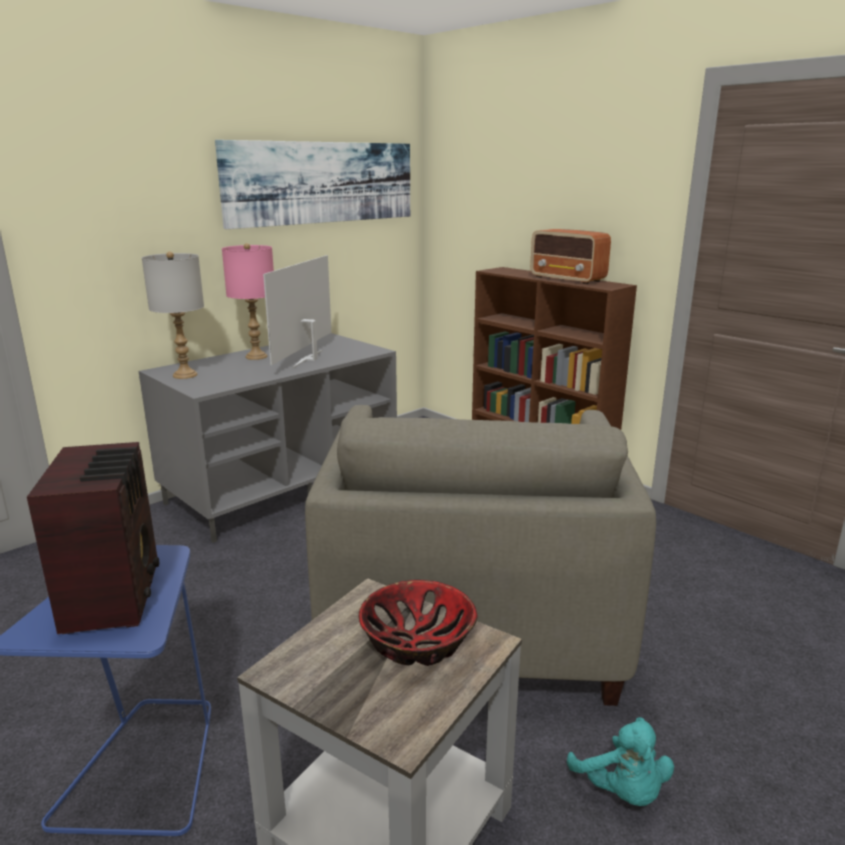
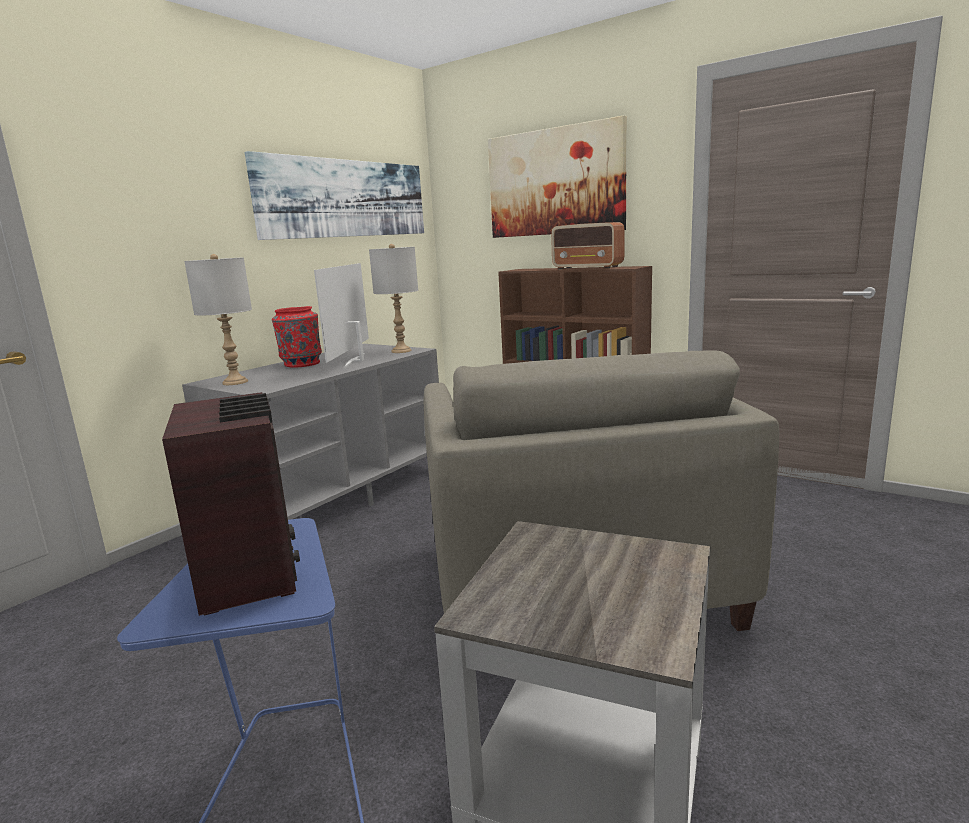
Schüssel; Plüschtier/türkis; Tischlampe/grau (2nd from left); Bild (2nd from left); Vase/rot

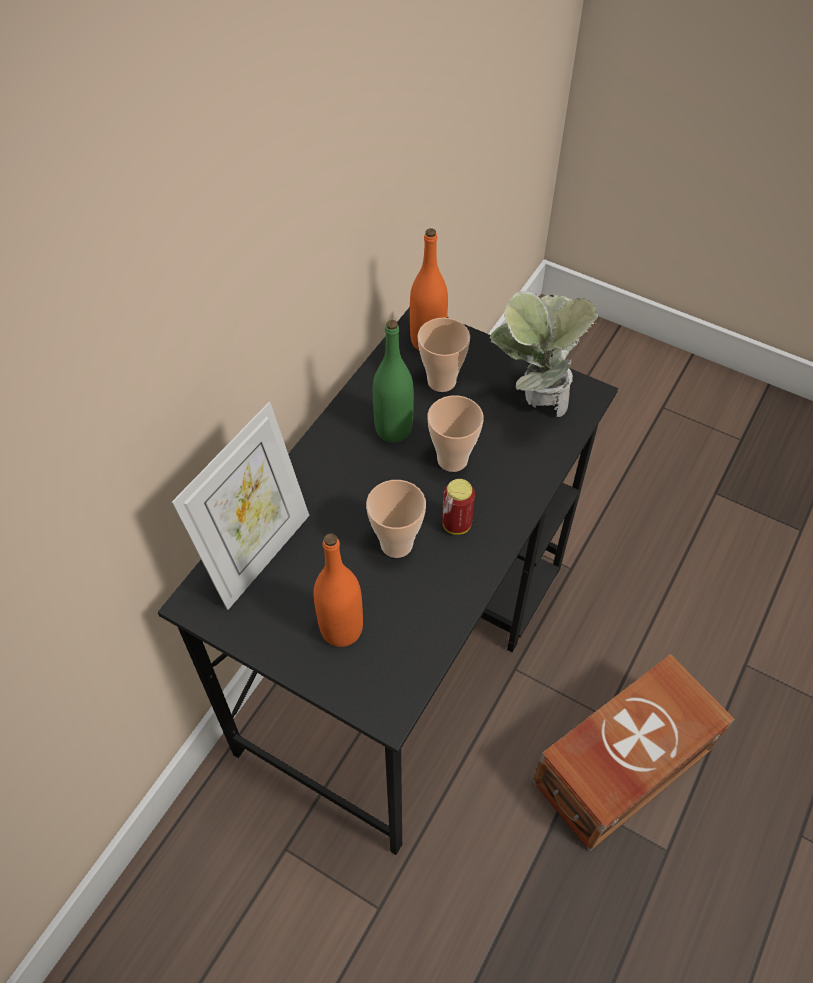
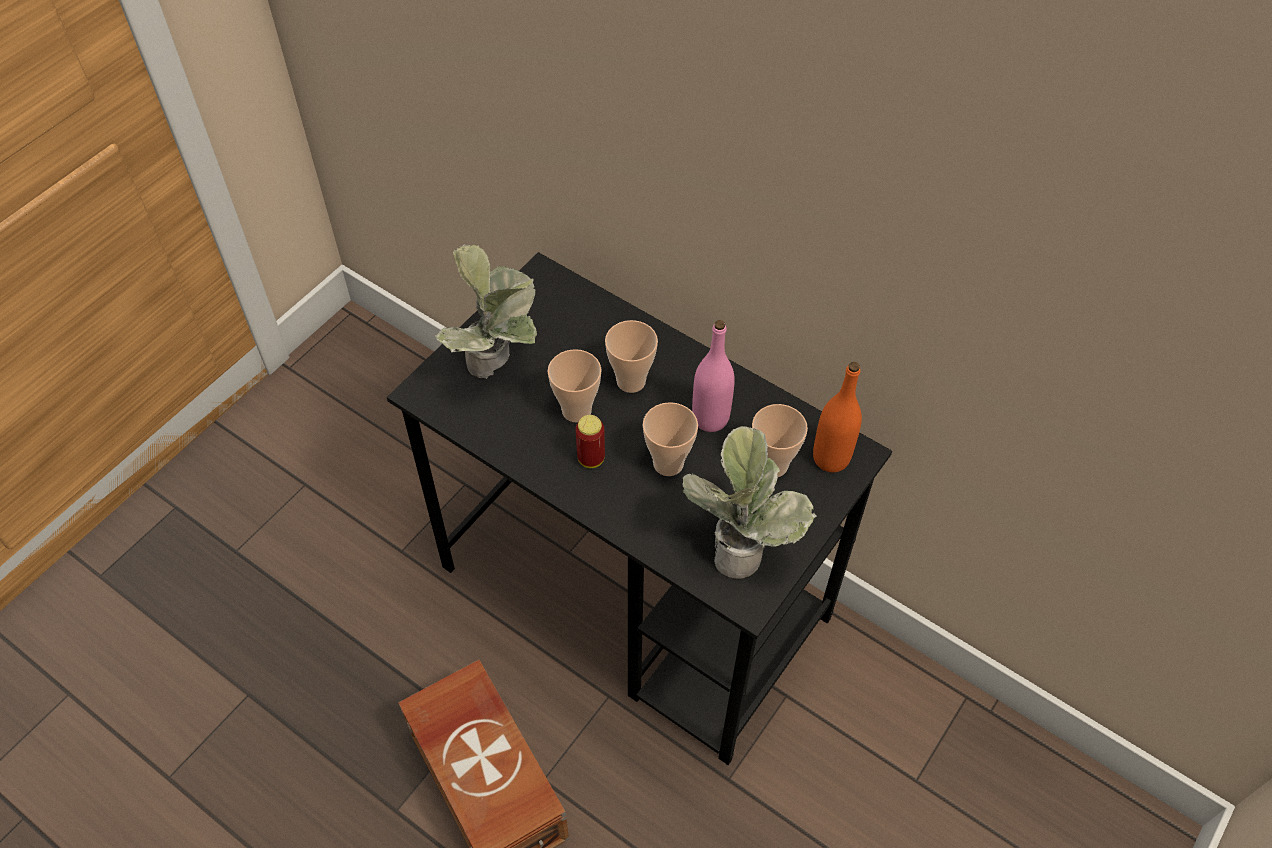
Bilderrahmen; Tasse (2nd from left); Topfpflanze (1st from left); Flasche/rosa

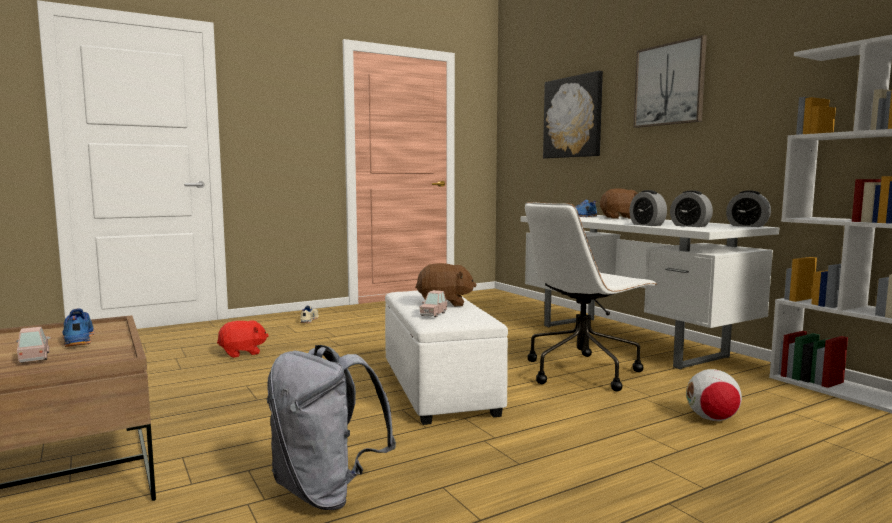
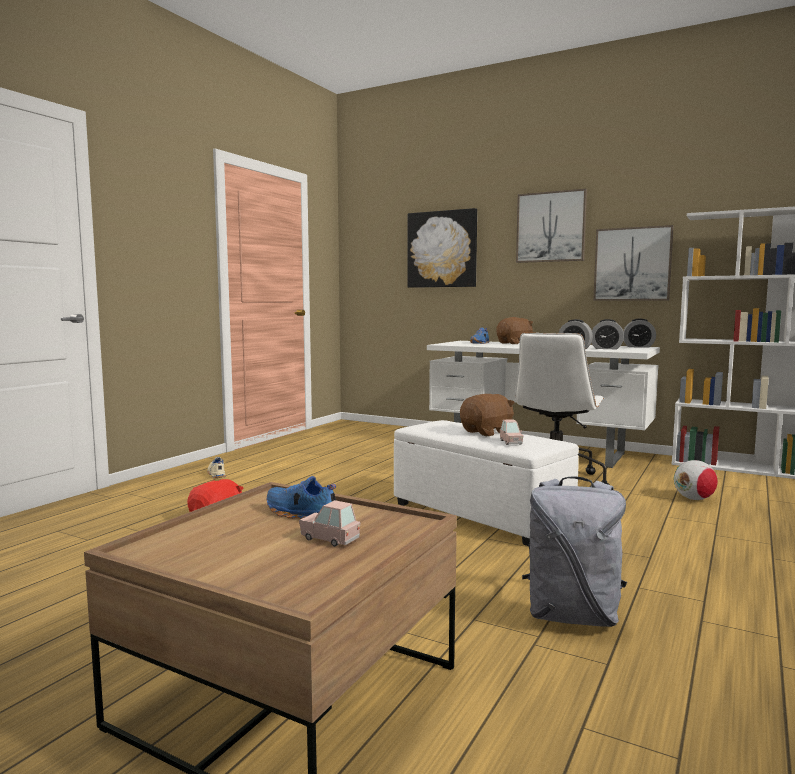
Bild (3rd from left)

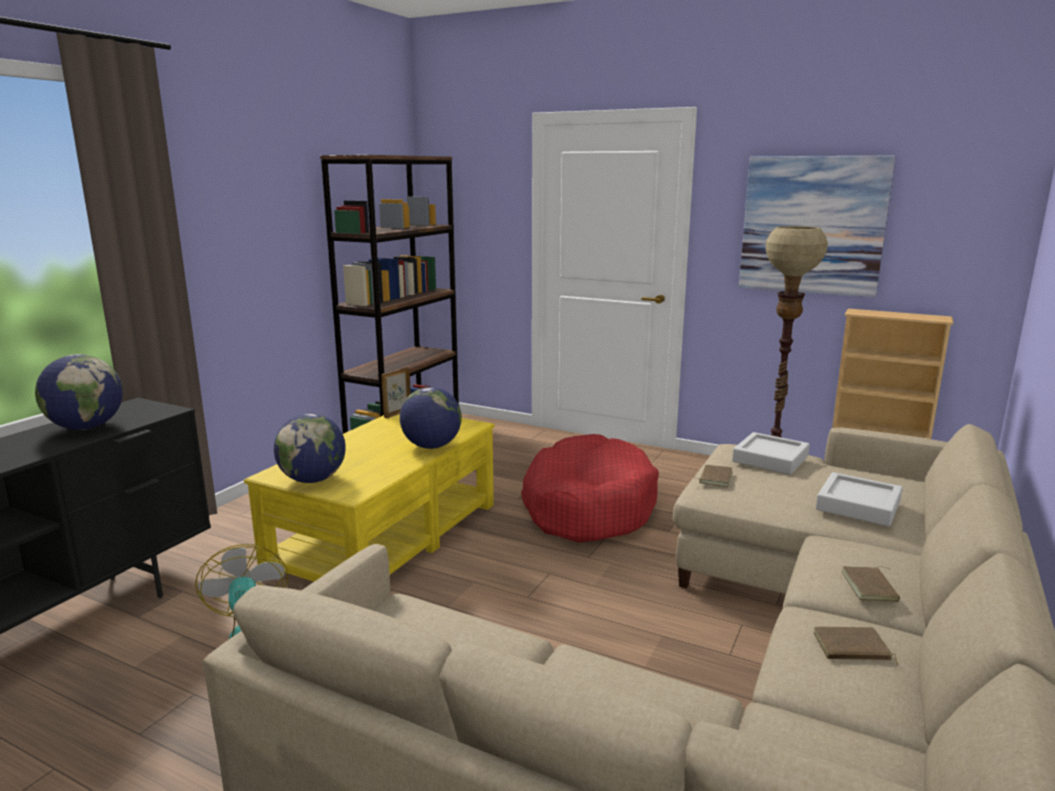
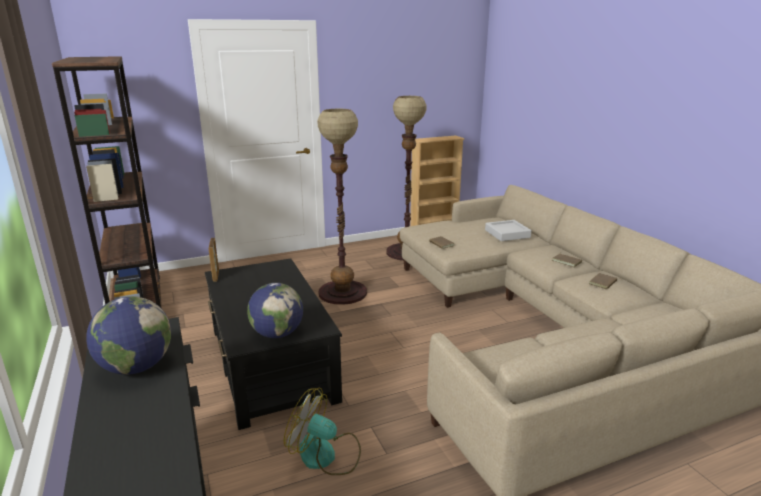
Globus (3rd from left in the first image); Tablett/grau (1st from left in the first image); Bild; Stehlampe (1st from left); Couchtisch/schwarz

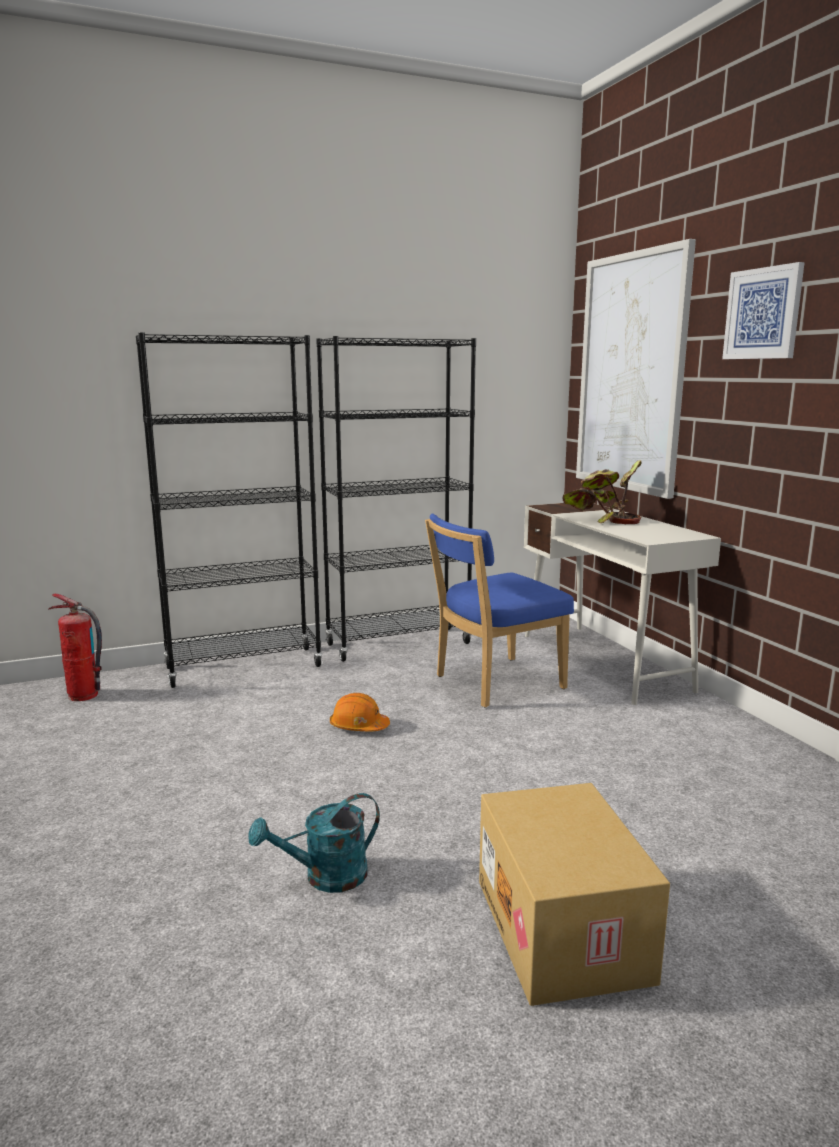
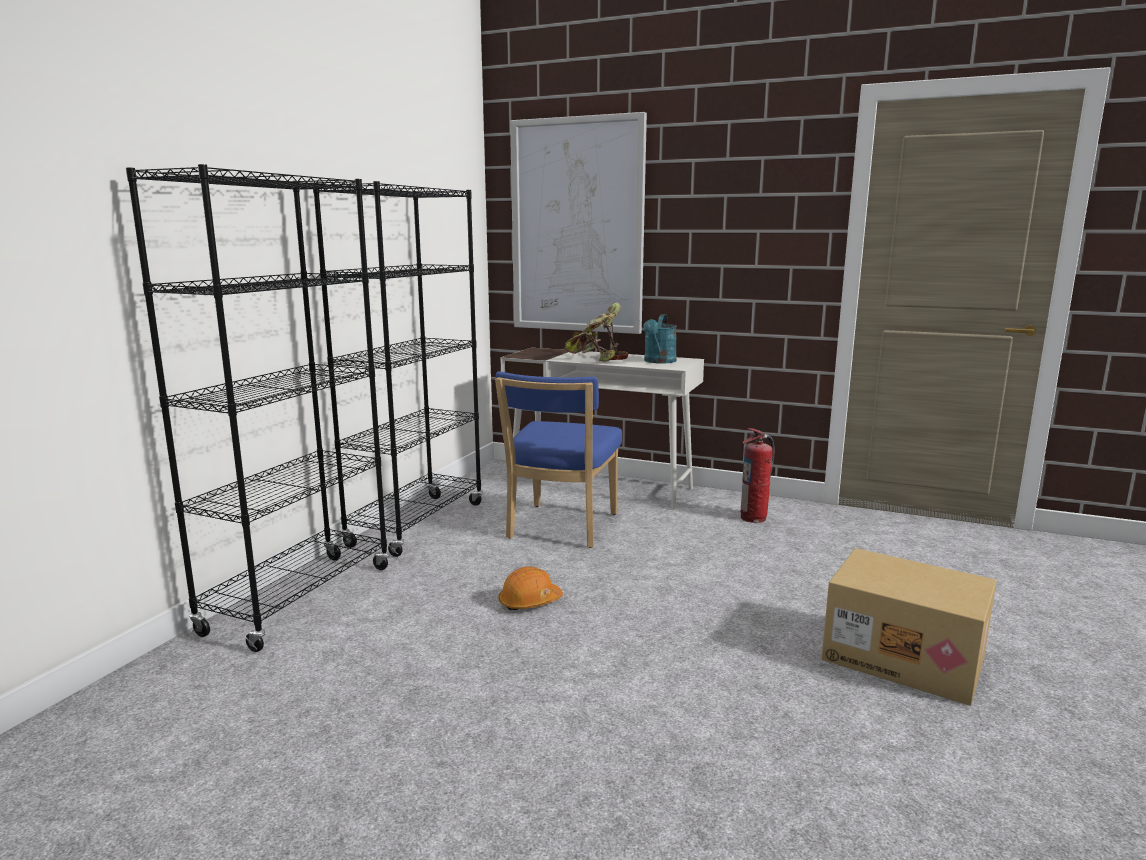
Bild (2nd from left in the first image); Feuerlöscher; Gießkanne/türkis

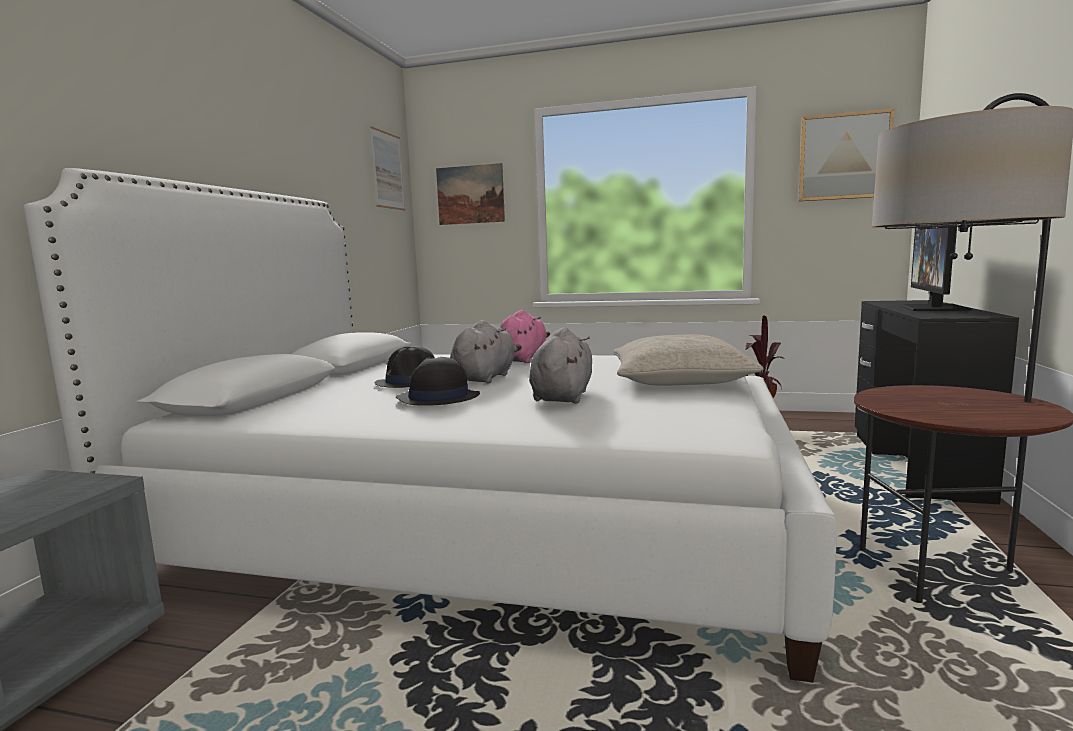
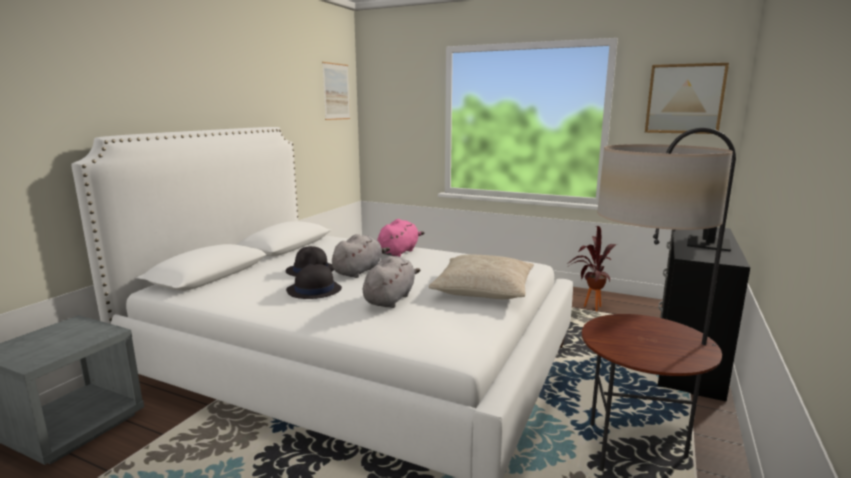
Bild (2nd from left in the first image)

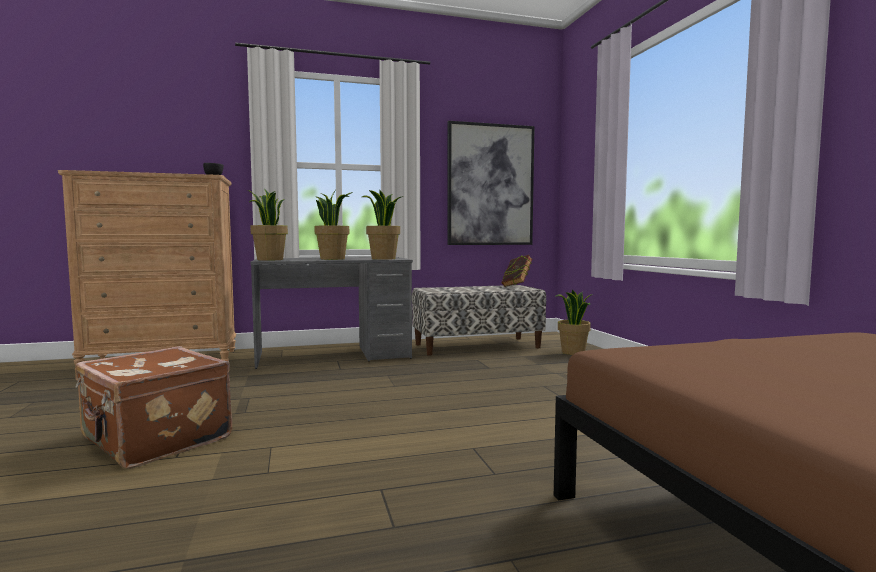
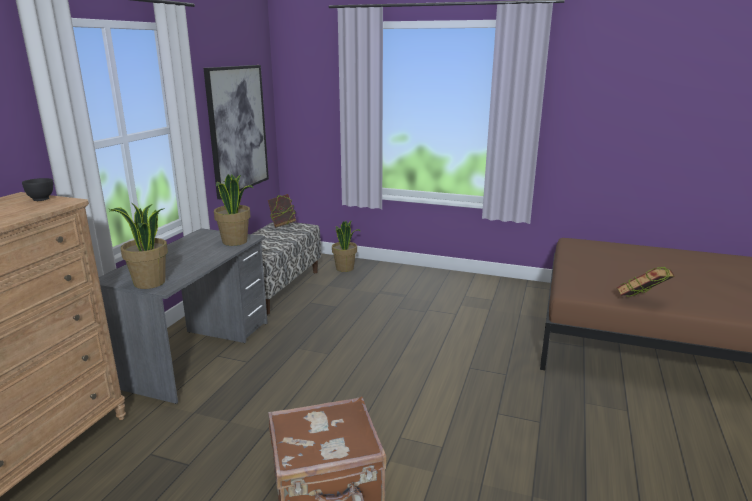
Topfpflanze (2nd from left in the first image); Buch (2nd from left)

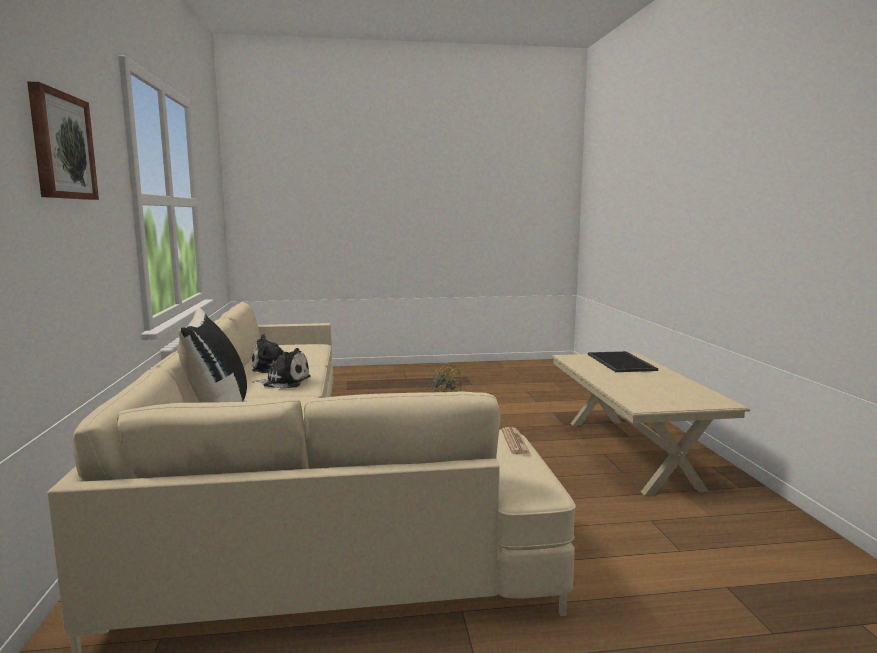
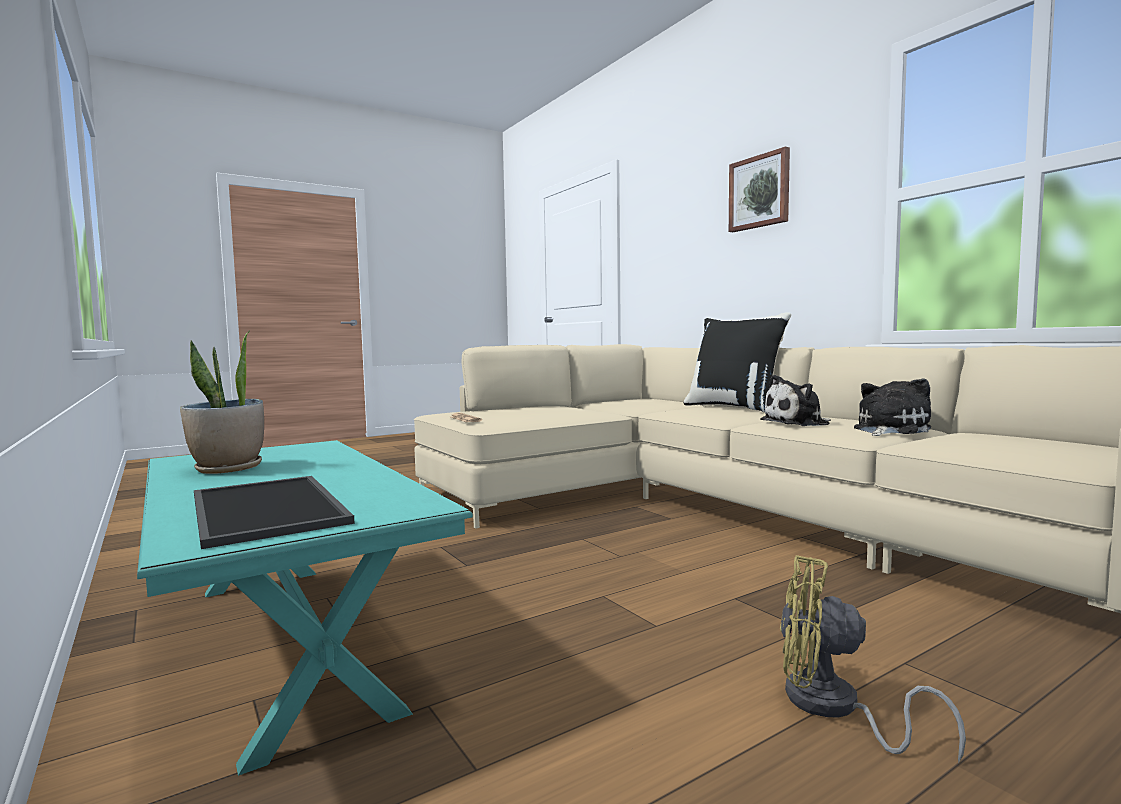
Topfpflanze; Couchtisch/türkis

